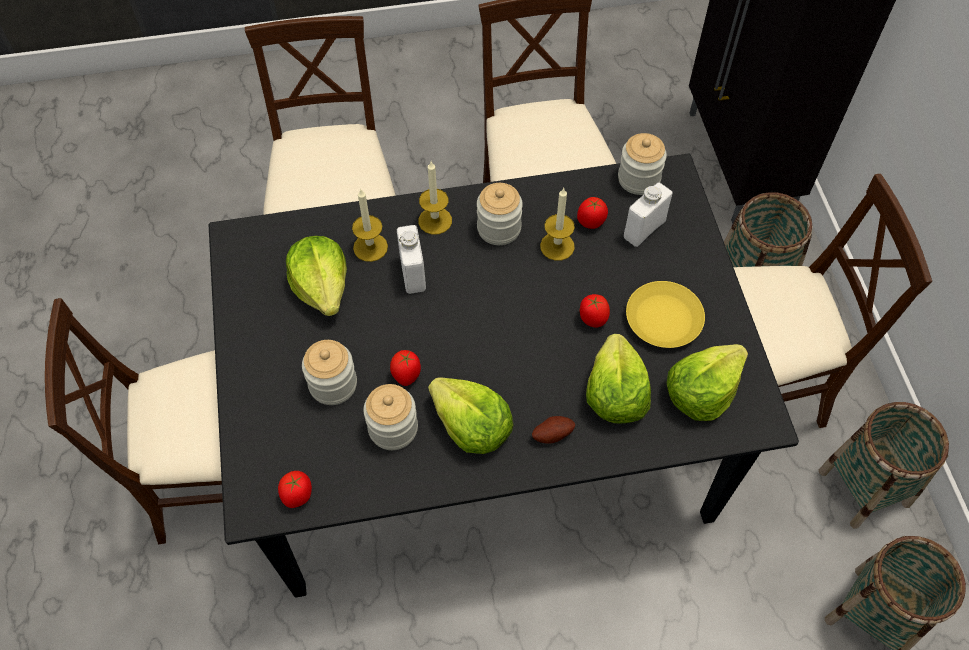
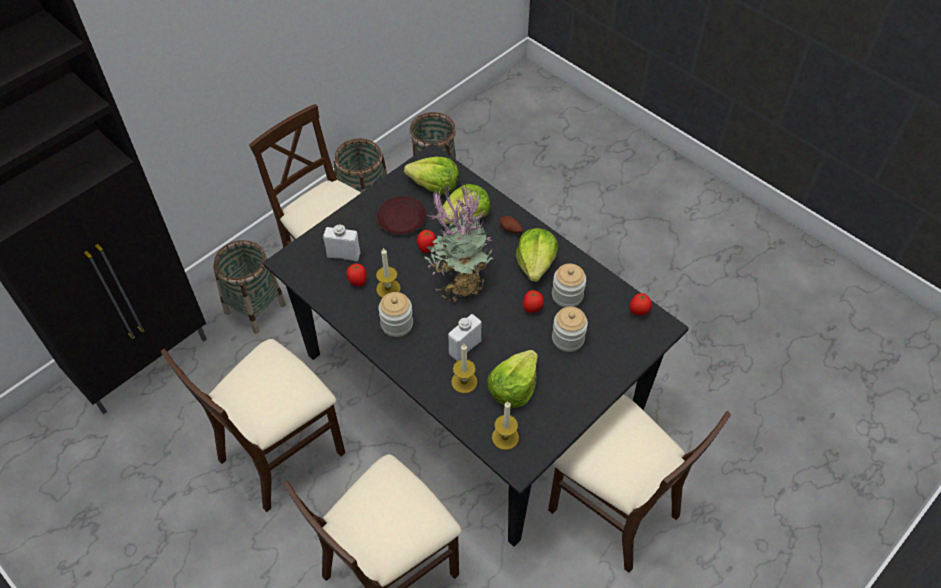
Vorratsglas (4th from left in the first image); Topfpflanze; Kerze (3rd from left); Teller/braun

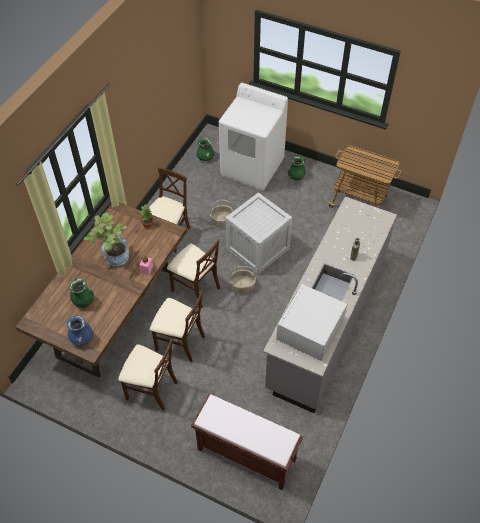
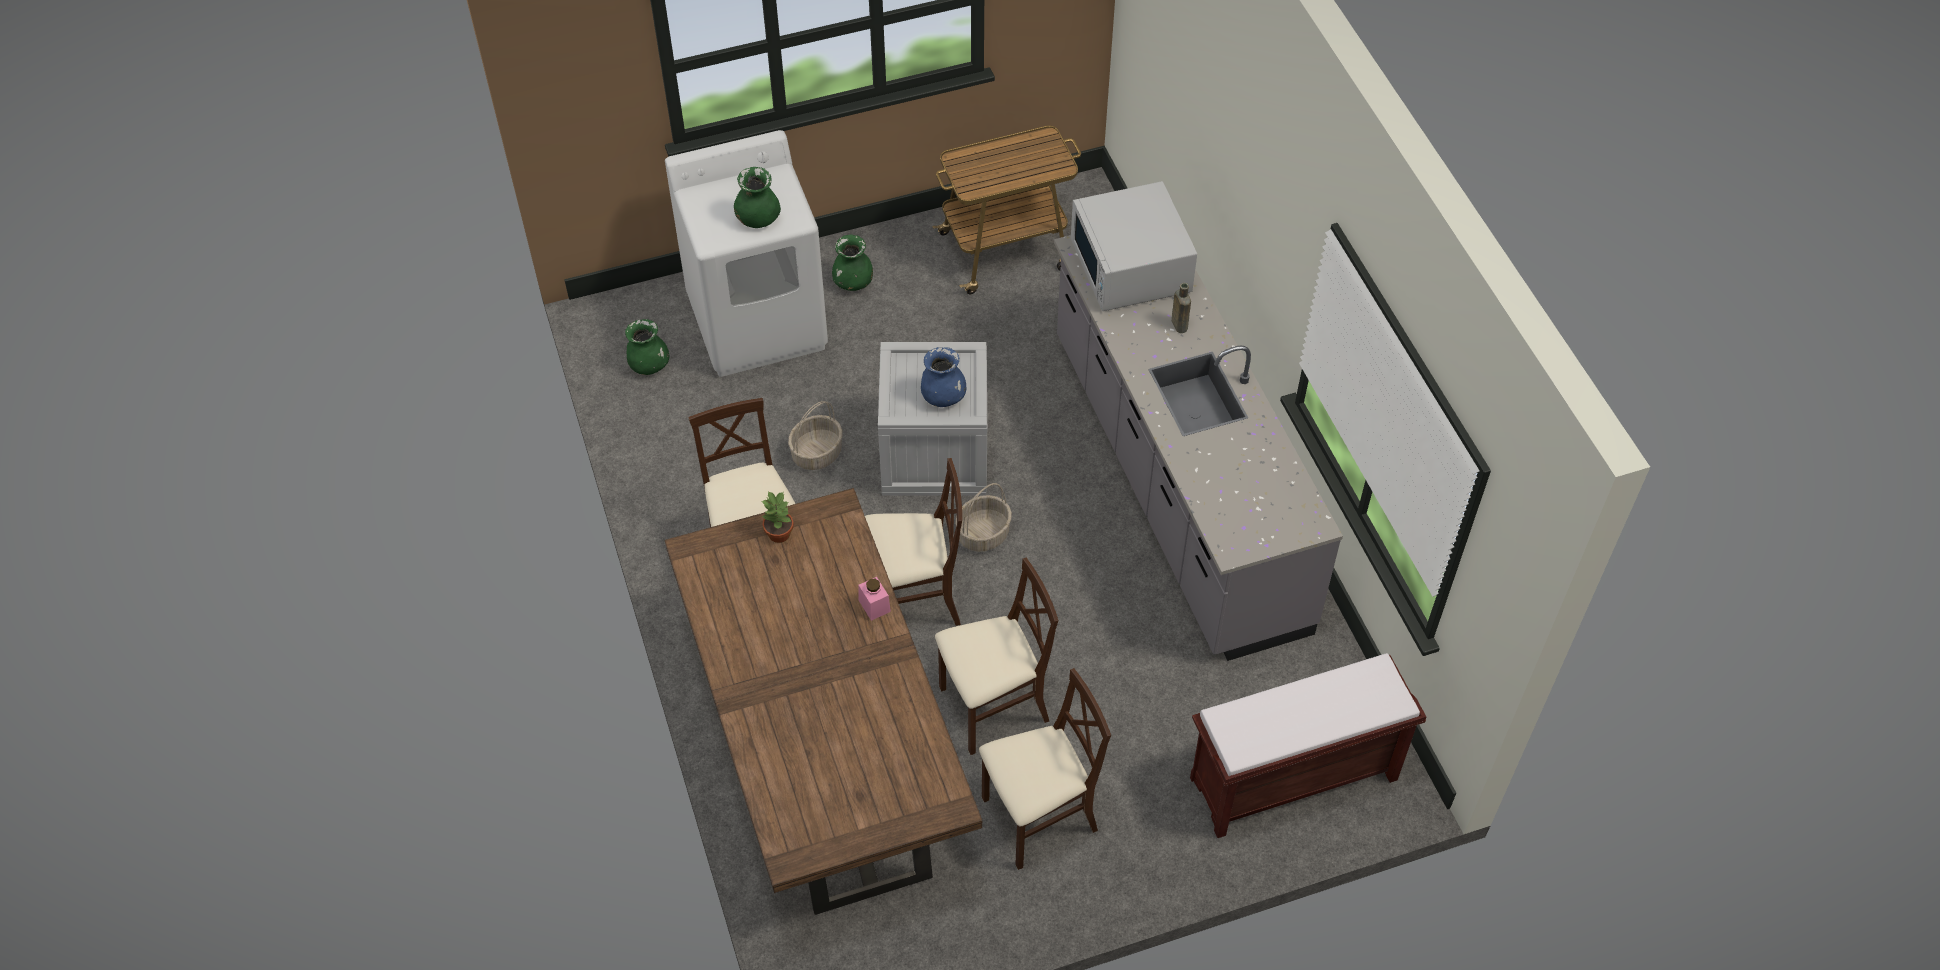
Topfpflanze (1st from left in the first image); Vase/blau; Vase/grün (2nd from left); Mikrowelle/weiß

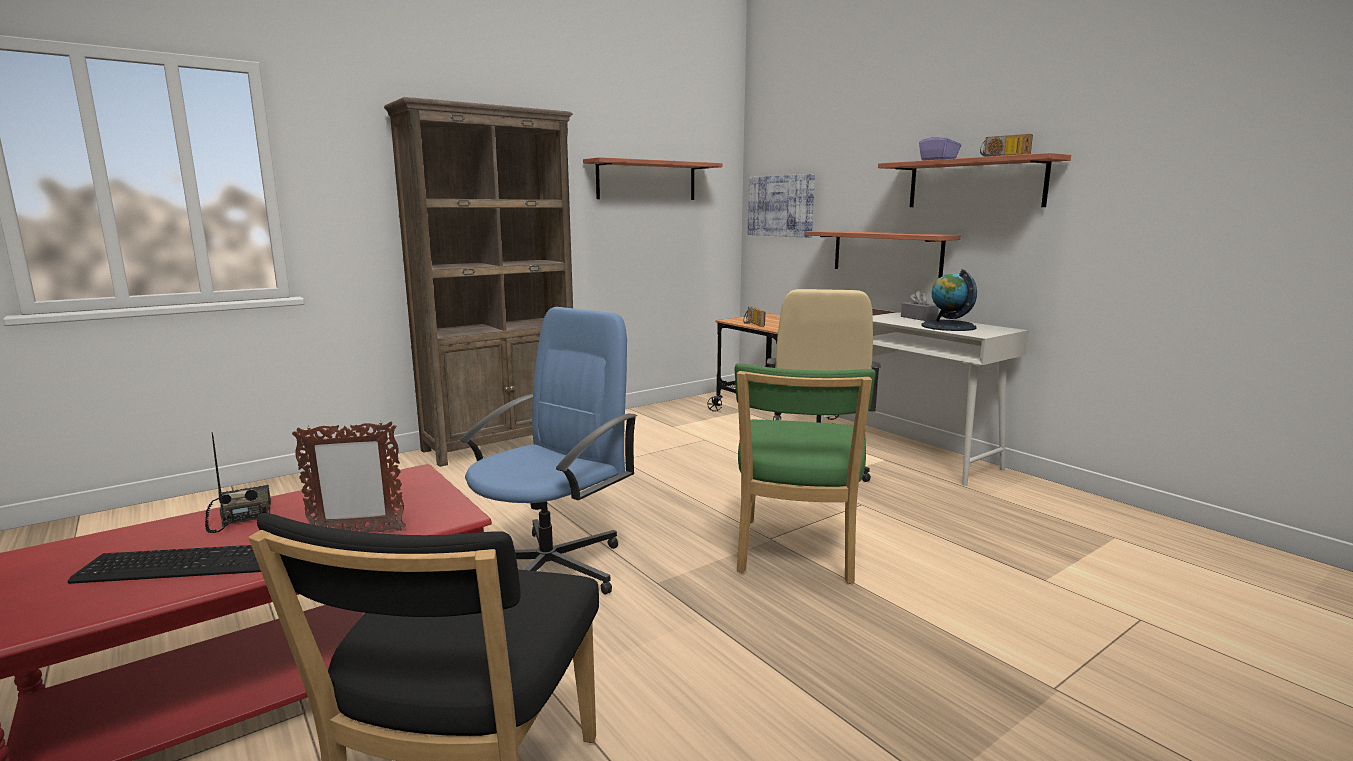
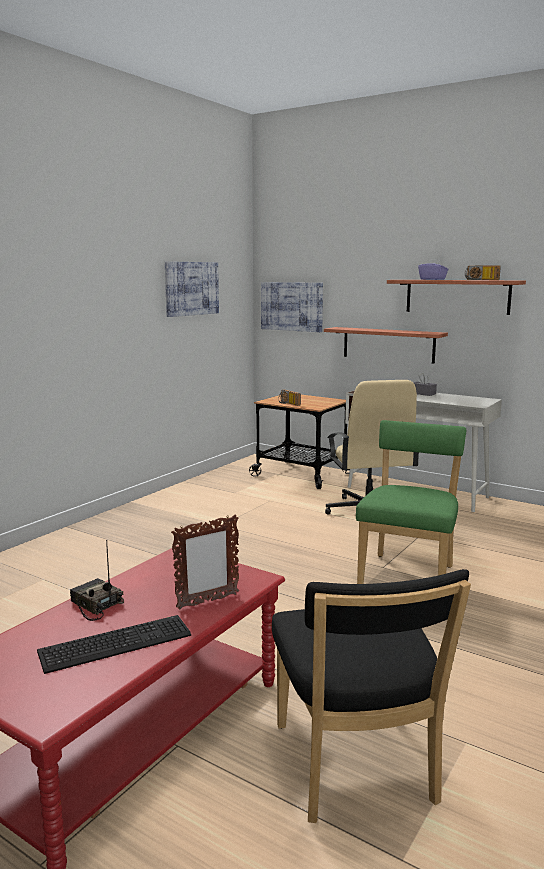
Bücherregal/braun; Bürostuhl/blau; Globus; Bild (1st from left); Stuhl/grün

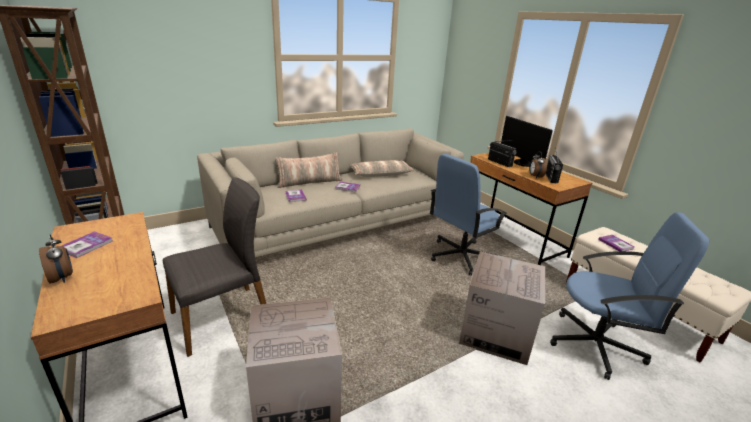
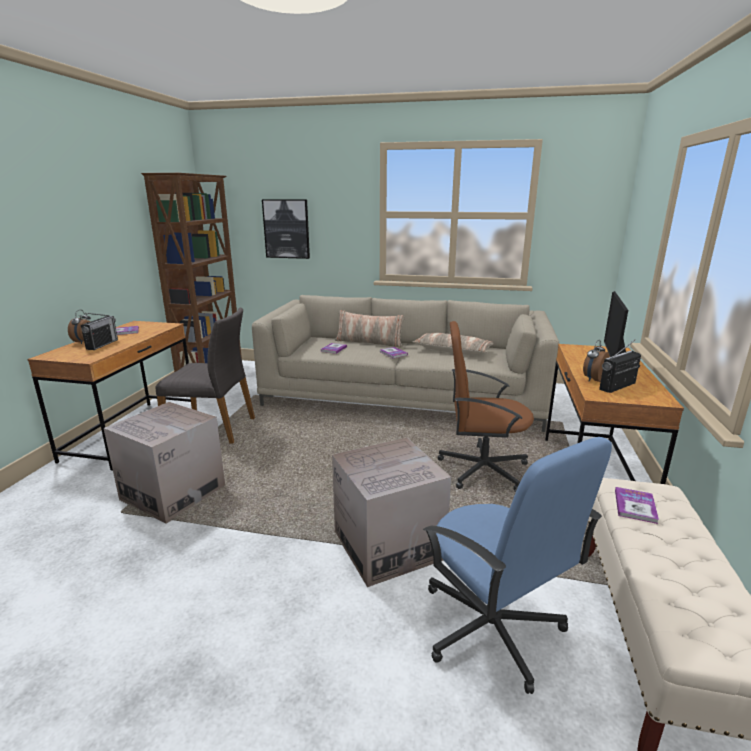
Bild; Radio (1st from left); Bürostuhl/braun

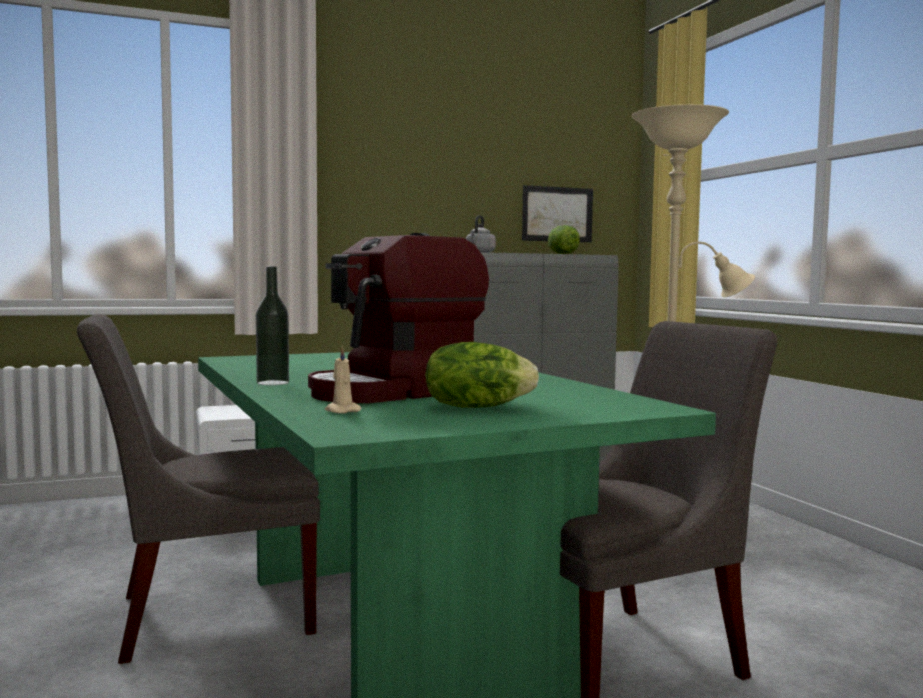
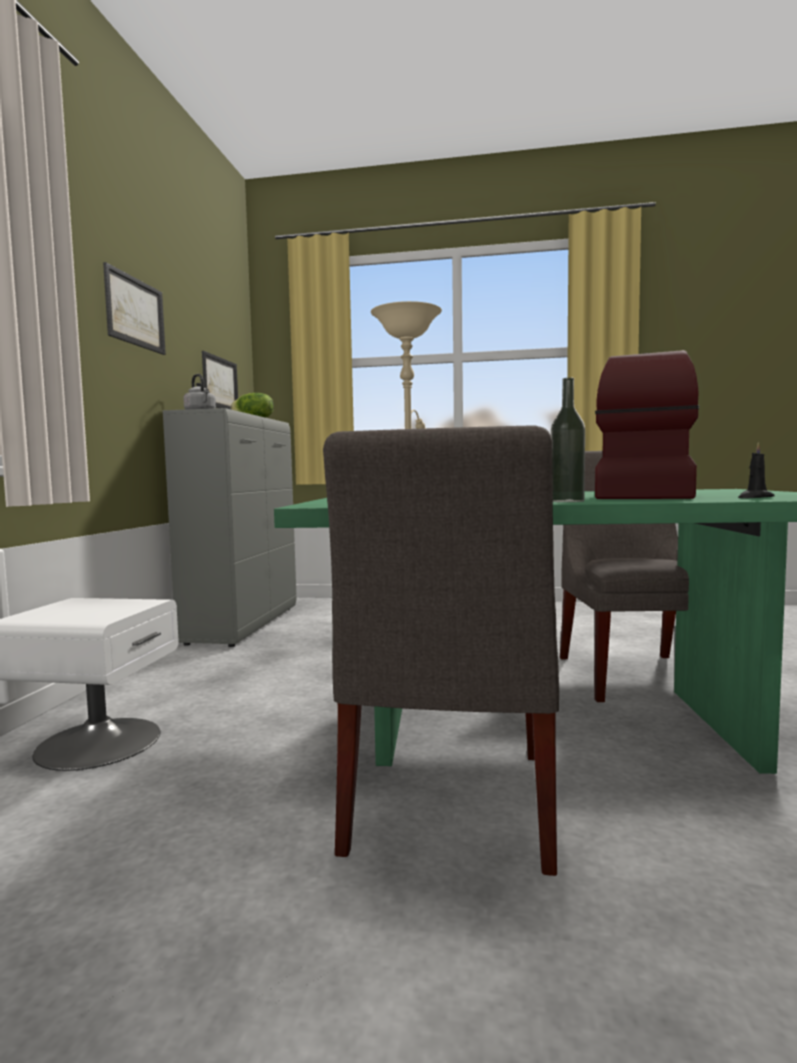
Salatkopf (1st from left in the first image); Bild (1st from left); Kerze/schwarz; Kaffeemaschine

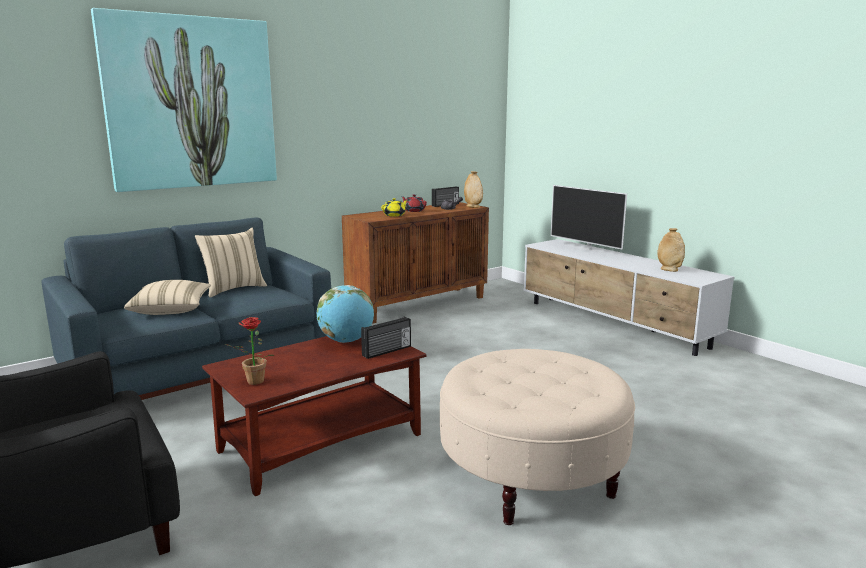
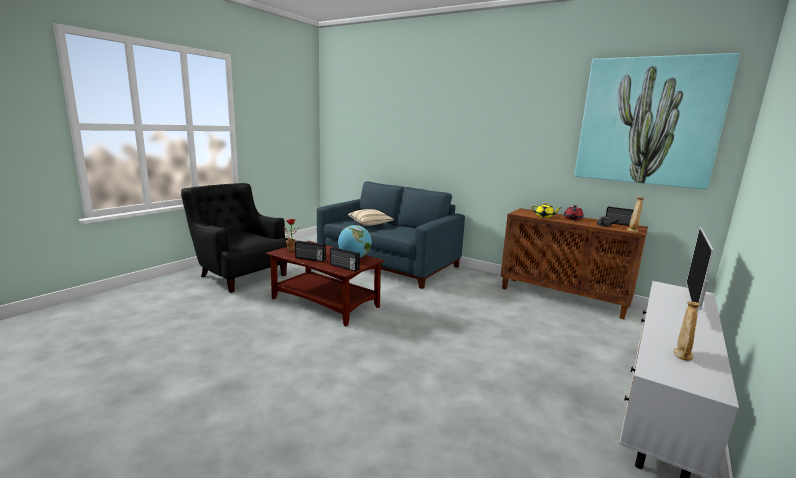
Kissen/beige (2nd from left in the first image); Polsterhocker/beige; Radio (1st from left); Bild

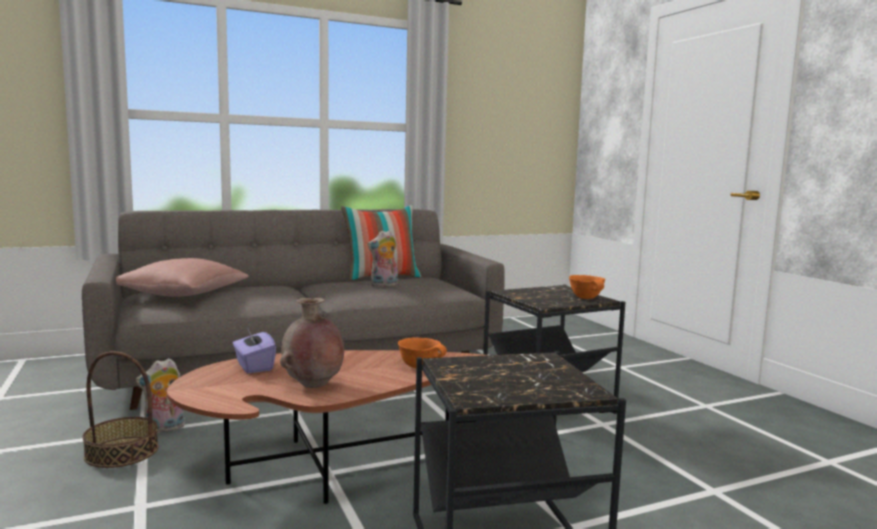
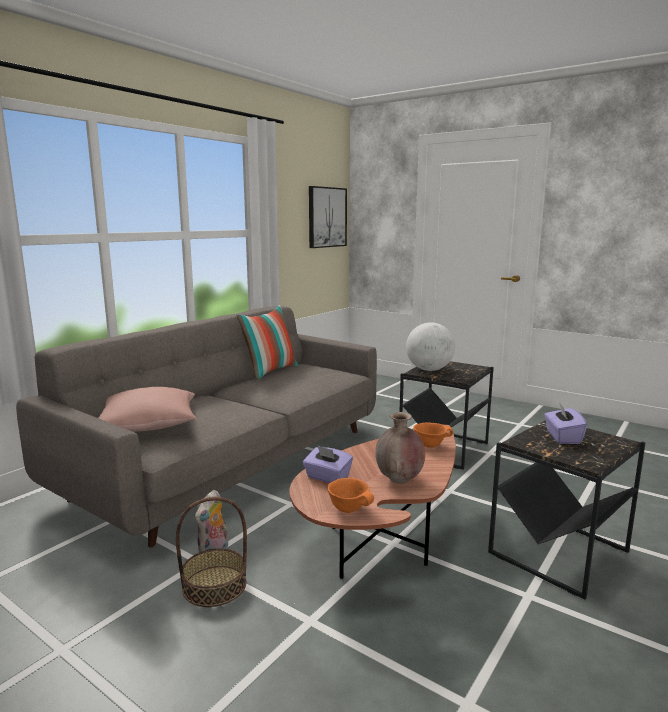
Plüschtier (2nd from left in the first image); Bild; Globus; Taschentuchbox/lila (2nd from left); Schüssel/orange (1st from left)

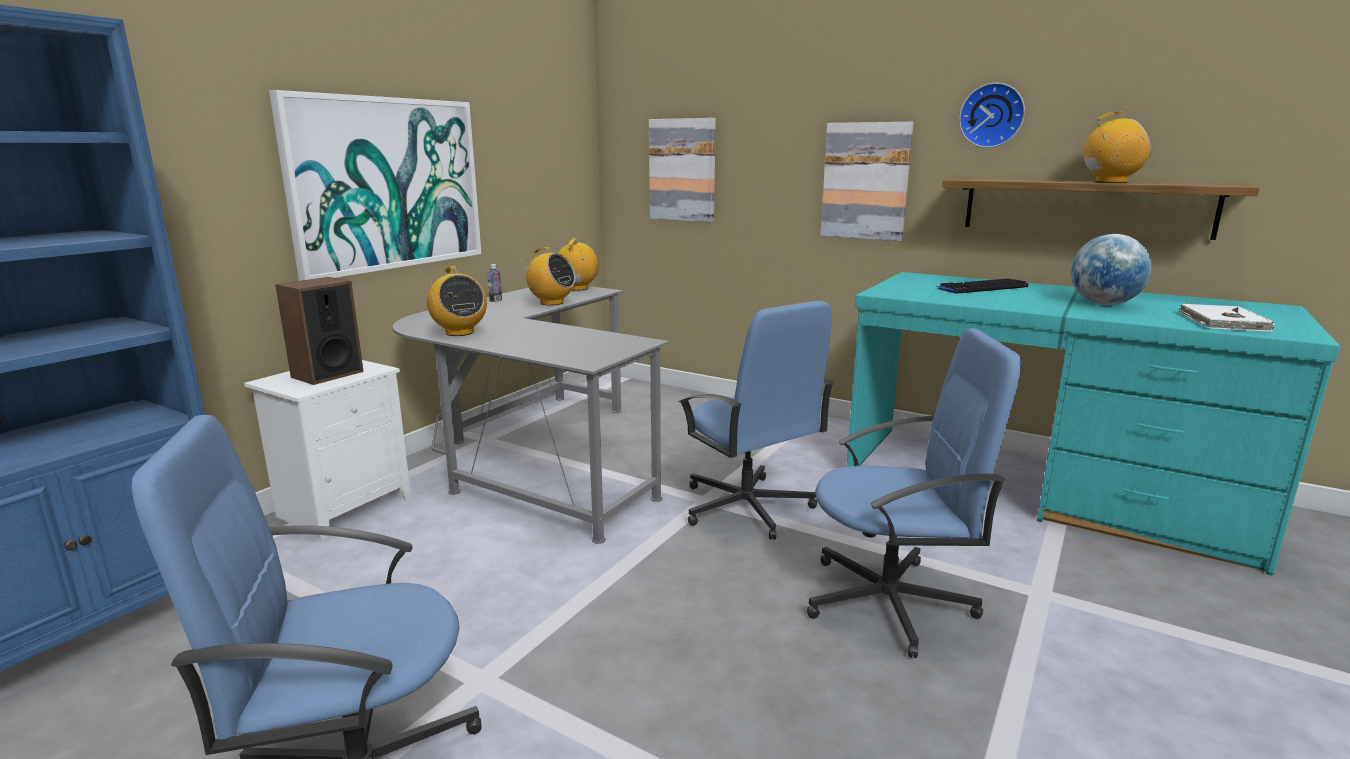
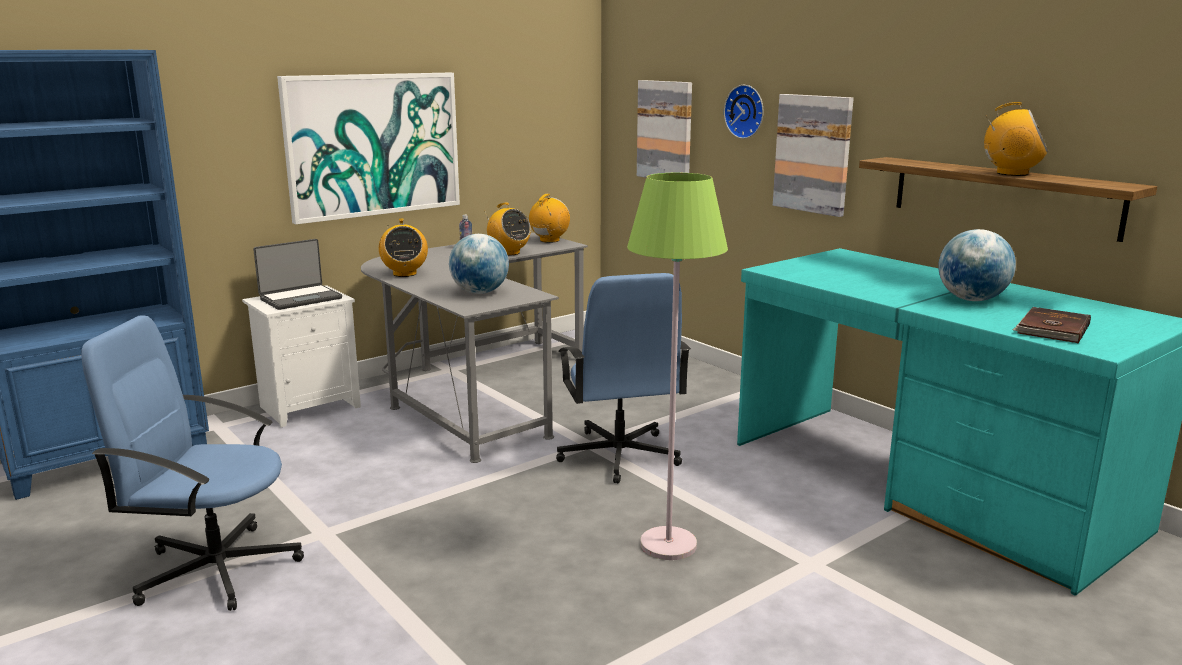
Tastatur; Globus (1st from left); Wanduhr; Laptop; Stehlampe/grün; Buch/braun

